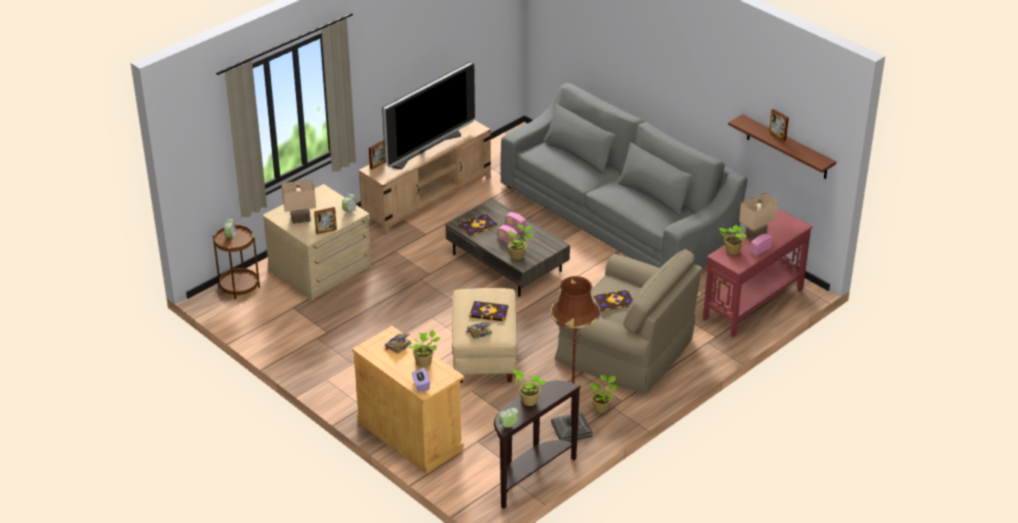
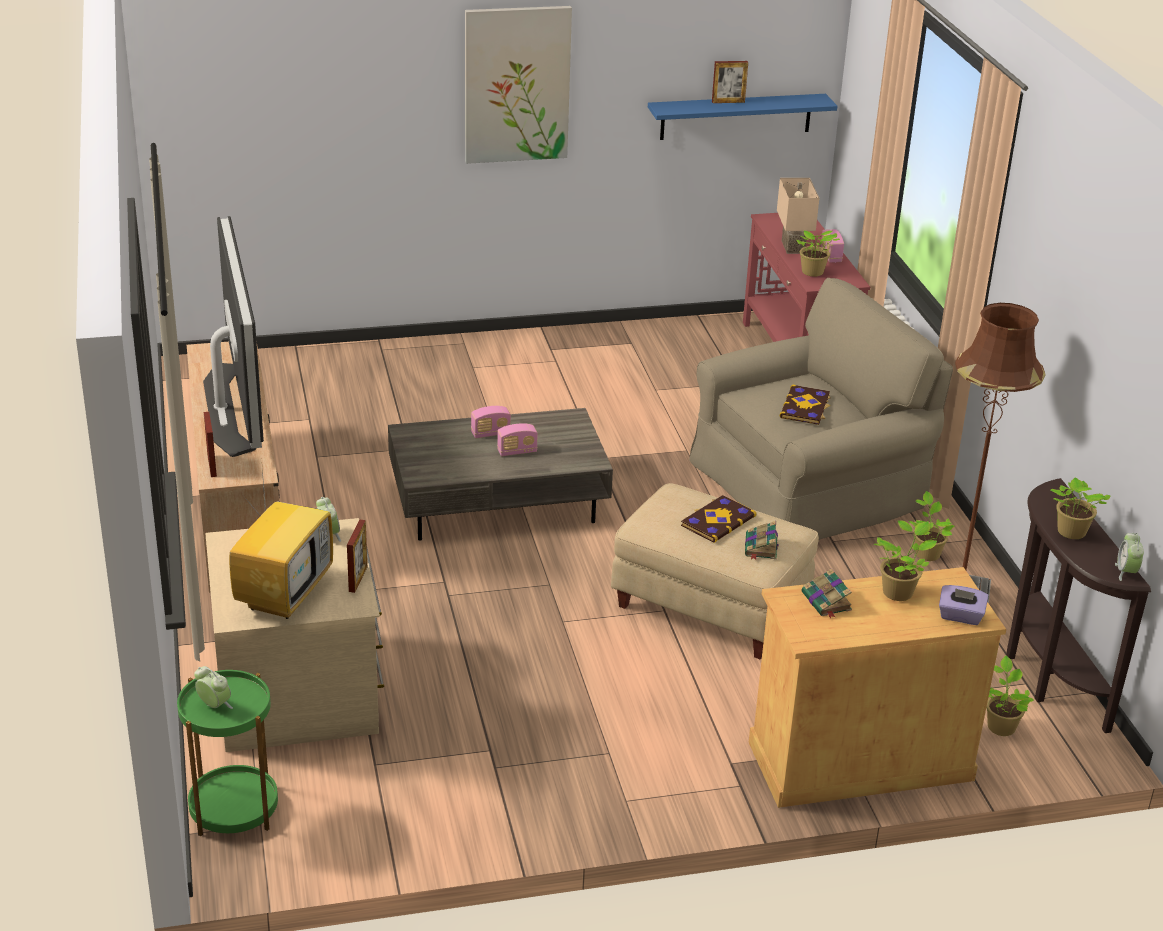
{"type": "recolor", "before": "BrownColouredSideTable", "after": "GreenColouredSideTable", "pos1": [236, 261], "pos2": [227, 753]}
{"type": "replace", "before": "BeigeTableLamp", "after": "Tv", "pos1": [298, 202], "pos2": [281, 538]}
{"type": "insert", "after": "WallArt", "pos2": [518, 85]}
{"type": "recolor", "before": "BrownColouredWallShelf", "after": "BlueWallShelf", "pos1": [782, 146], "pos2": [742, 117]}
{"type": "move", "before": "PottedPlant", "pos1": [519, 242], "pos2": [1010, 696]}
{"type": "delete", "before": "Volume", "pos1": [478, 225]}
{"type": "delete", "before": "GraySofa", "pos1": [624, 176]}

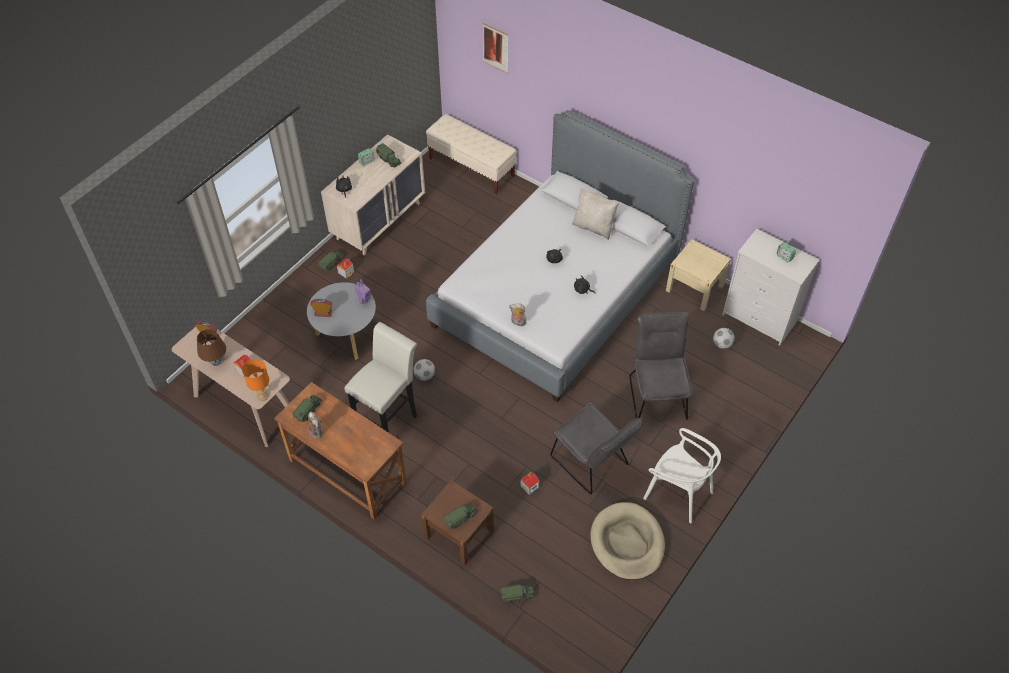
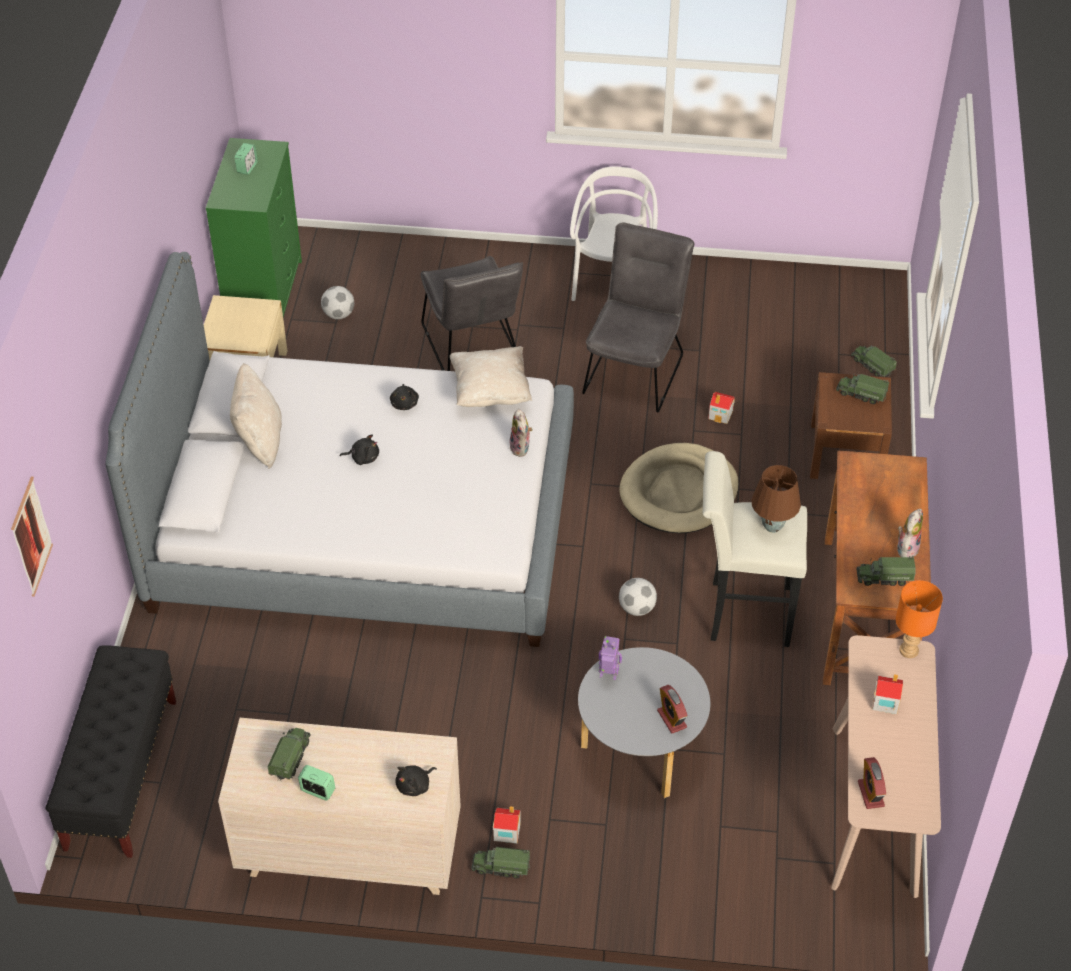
{"type": "recolor", "before": "BeigeLongSeat", "after": "BlackLongSeat", "pos1": [471, 154], "pos2": [111, 751]}
{"type": "recolor", "before": "WhiteColouredChestOfDrawers", "after": "GreenColouredChestOfDrawers", "pos1": [770, 287], "pos2": [254, 227]}
{"type": "rotate", "before": "GrayUprightChair", "pos1": [661, 366], "pos2": [472, 313], "turn": -75}
{"type": "insert", "after": "BeigePillow", "pos2": [491, 376]}
{"type": "move", "before": "BeigePetBed", "pos1": [627, 541], "pos2": [679, 488]}
{"type": "move", "before": "BrownColouredTableLamp", "pos1": [211, 347], "pos2": [776, 499]}

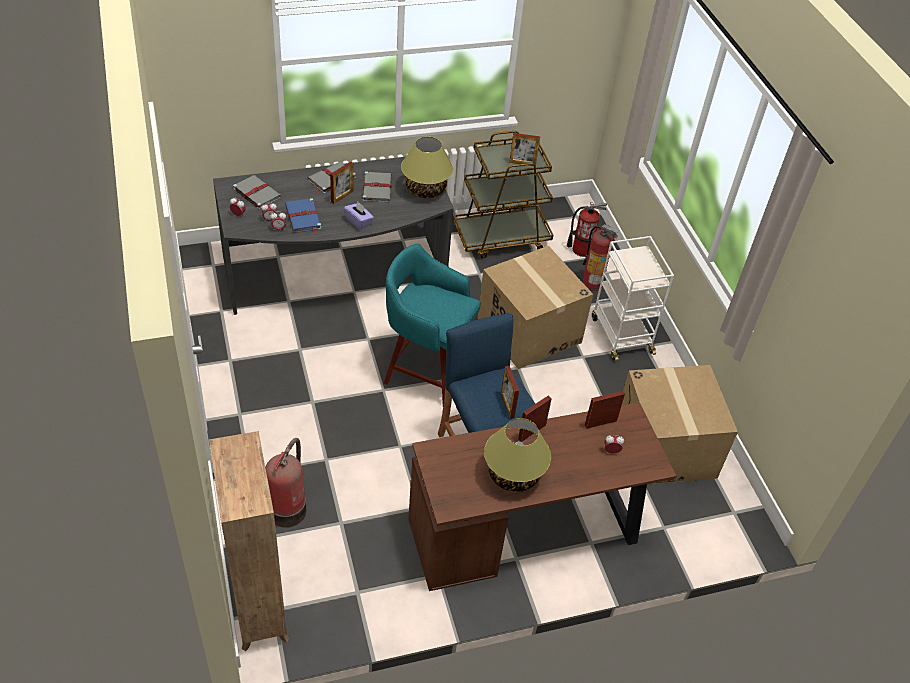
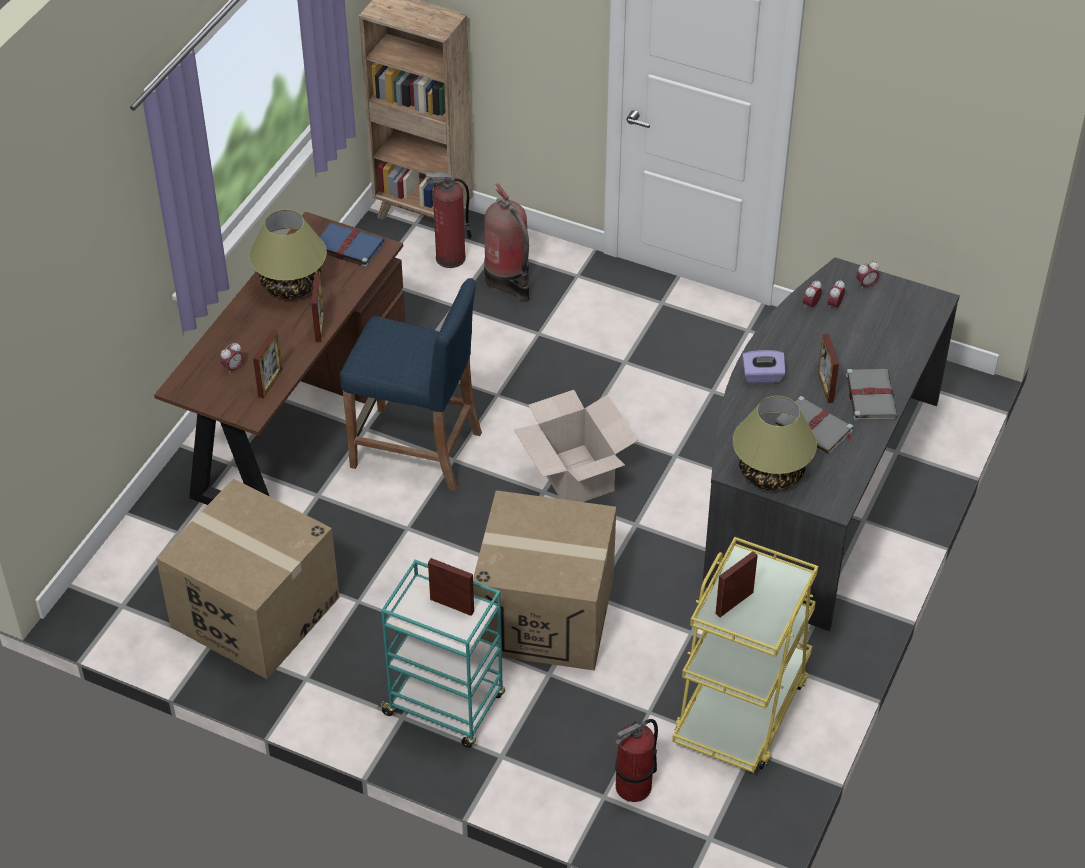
{"type": "move", "before": "BlueVolume", "pos1": [303, 215], "pos2": [352, 245]}
{"type": "recolor", "before": "WhiteColouredTrolley", "after": "BlueGreenTrolley", "pos1": [633, 298], "pos2": [441, 654]}
{"type": "move", "before": "FireFightingCylinder", "pos1": [600, 257], "pos2": [449, 220]}
{"type": "move", "before": "PhotoFrame", "pos1": [510, 392], "pos2": [451, 587]}
{"type": "replace", "before": "BlueGreenStool", "after": "CardboardBox", "pos1": [432, 324], "pos2": [576, 446]}
{"type": "recolor", "before": "BrownColouredTrolley", "after": "YellowTrolley", "pos1": [503, 194], "pos2": [745, 655]}
{"type": "delete", "before": "GrayVolume", "pos1": [257, 192]}

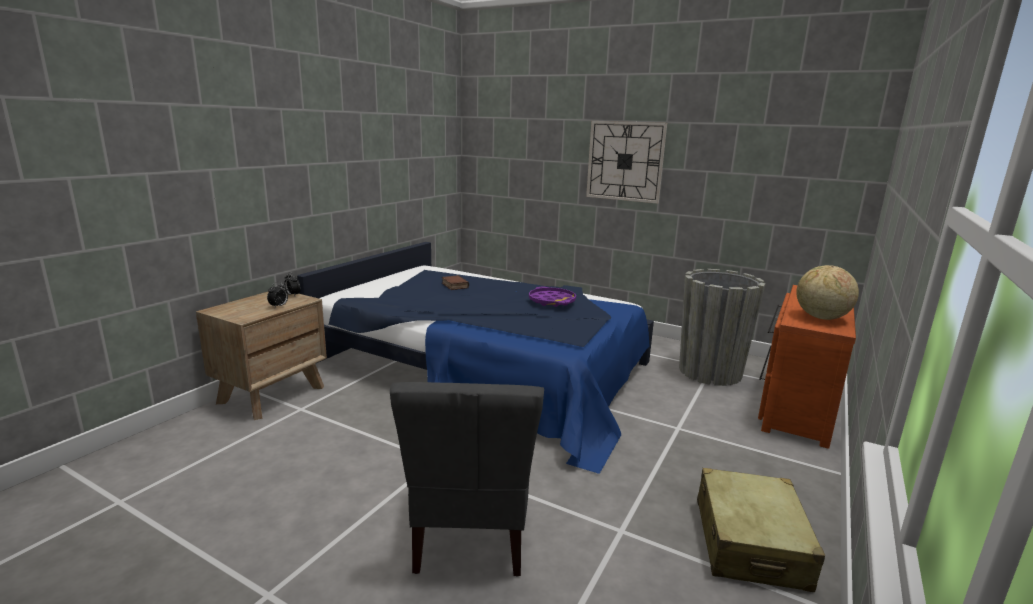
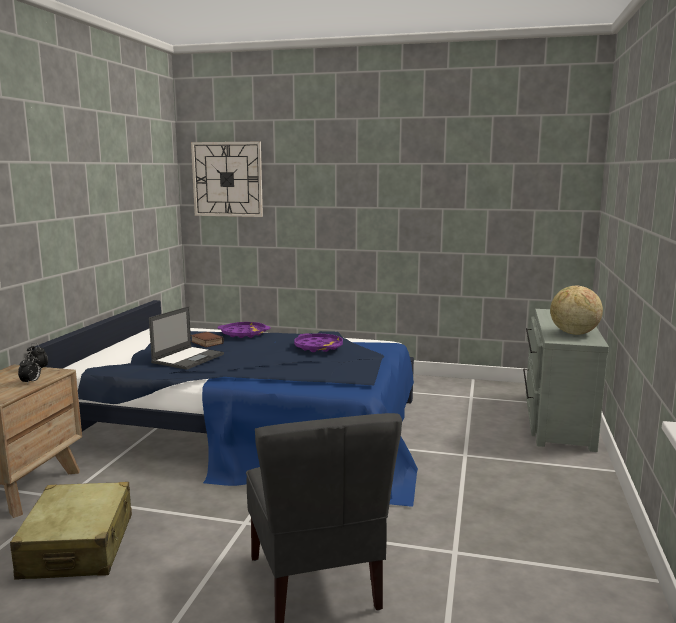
{"type": "move", "before": "BeigePieceOfLuggage", "pos1": [761, 530], "pos2": [71, 531]}
{"type": "insert", "after": "PortableComputer", "pos2": [186, 338]}
{"type": "move", "before": "WallClock", "pos1": [626, 162], "pos2": [227, 179]}
{"type": "insert", "after": "PurpleColouredTray", "pos2": [244, 330]}
{"type": "recolor", "before": "BrownColouredChestOfDrawers", "after": "GrayChestOfDrawers", "pos1": [807, 367], "pos2": [566, 380]}
{"type": "delete", "before": "GrayPlantPot", "pos1": [722, 327]}

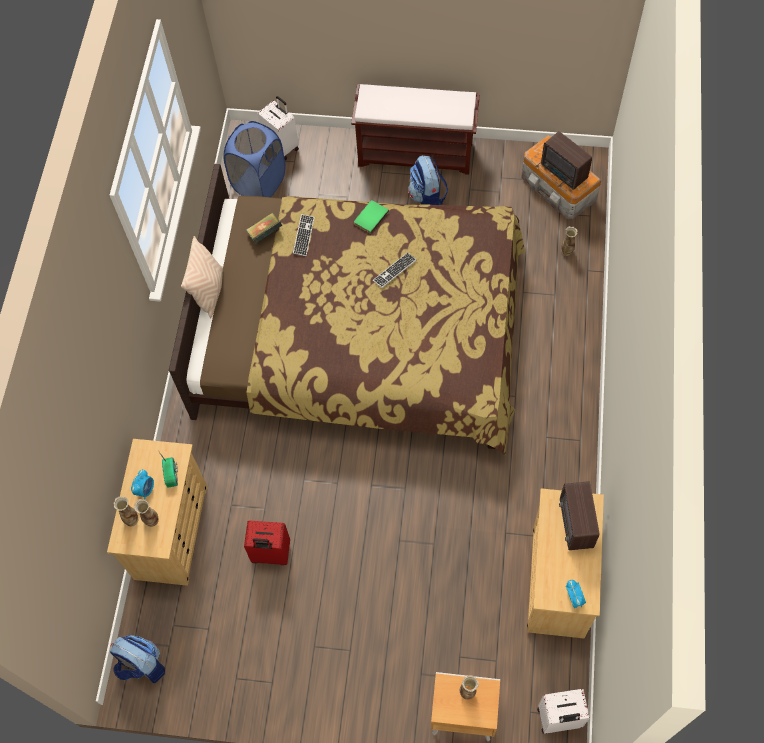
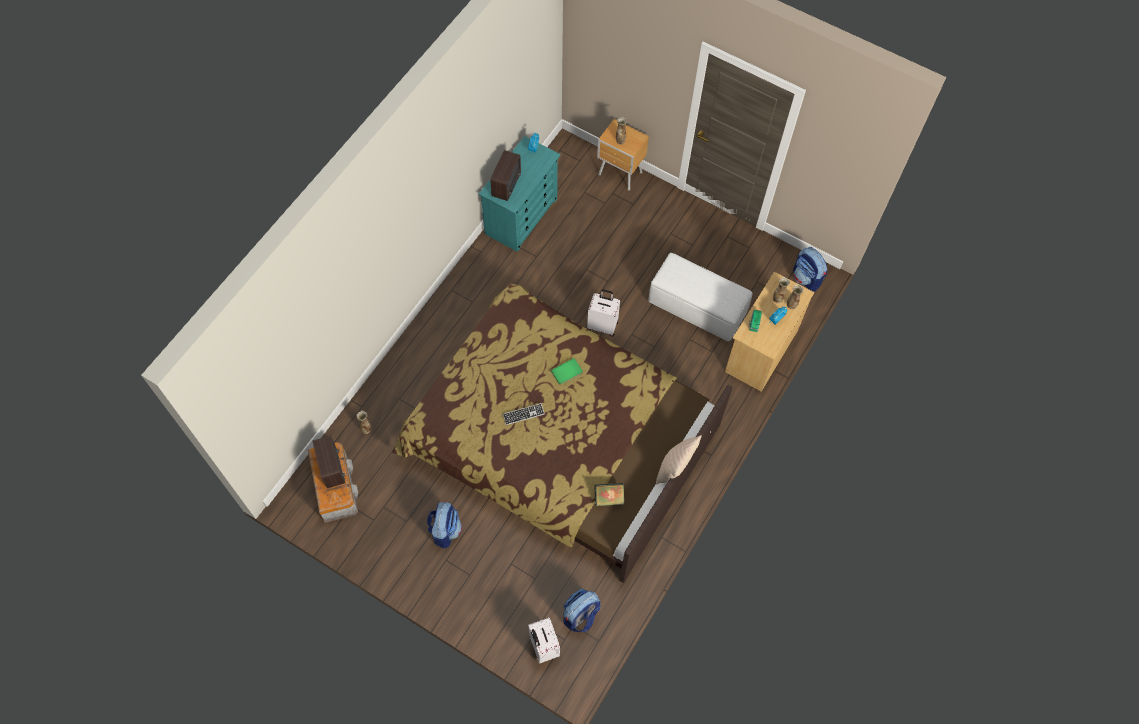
{"type": "recolor", "before": "BeigeChestOfDrawers", "after": "BlueGreenChestOfDrawers", "pos1": [565, 563], "pos2": [519, 194]}
{"type": "move", "before": "GreenColouredVolume", "pos1": [371, 217], "pos2": [567, 371]}
{"type": "replace", "before": "BlueHamper", "after": "Rucksack", "pos1": [254, 159], "pos2": [582, 610]}
{"type": "move", "before": "WhiteColouredPieceOfLuggage", "pos1": [563, 711], "pos2": [603, 312]}
{"type": "replace", "before": "RedPieceOfLuggage", "after": "WhiteColouredPouffe", "pos1": [267, 543], "pos2": [700, 297]}
{"type": "delete", "before": "PcKeyboard", "pos1": [304, 235]}
{"type": "delete", "before": "BrownColouredLongSeat", "pos1": [415, 129]}

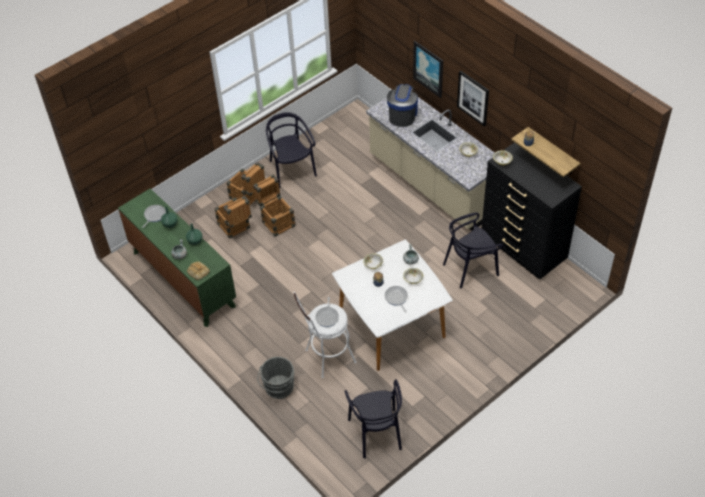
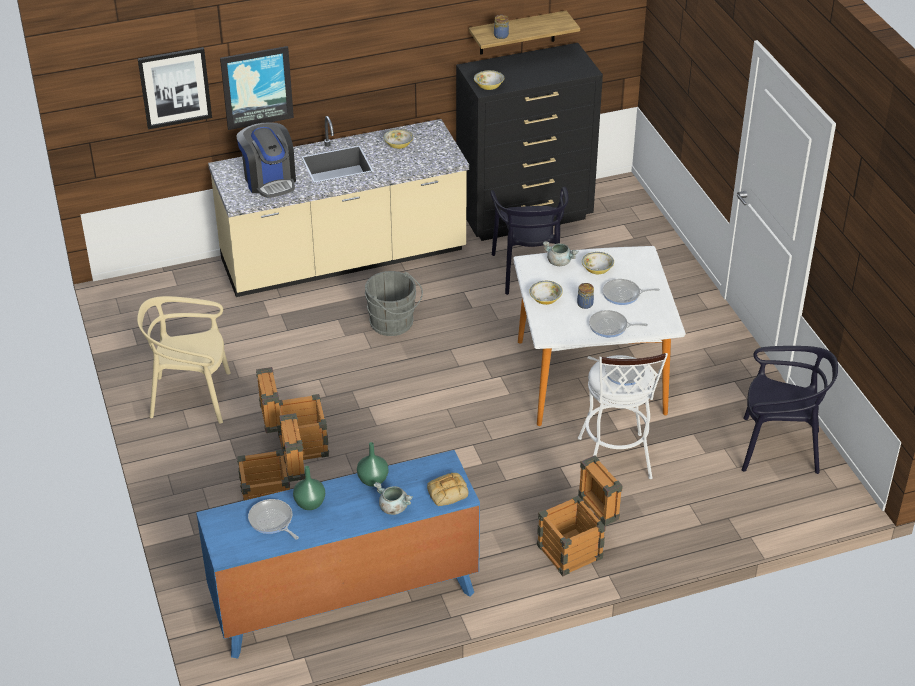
{"type": "recolor", "before": "BlackUprightChair", "after": "BeigeUprightChair", "pos1": [291, 150], "pos2": [184, 360]}
{"type": "move", "before": "WallArt", "pos1": [473, 98], "pos2": [175, 88]}
{"type": "recolor", "before": "GreenColouredChestOfDrawers", "after": "BlueChestOfDrawers", "pos1": [177, 257], "pos2": [338, 554]}
{"type": "rotate", "before": "CoffeeBrewer", "pos1": [402, 105], "pos2": [266, 160], "turn": -150}
{"type": "move", "before": "GrayWaterBucket", "pos1": [276, 378], "pos2": [393, 303]}
{"type": "move", "before": "Crate", "pos1": [245, 183], "pos2": [580, 516]}
{"type": "insert", "after": "FryingPan", "pos2": [618, 324]}

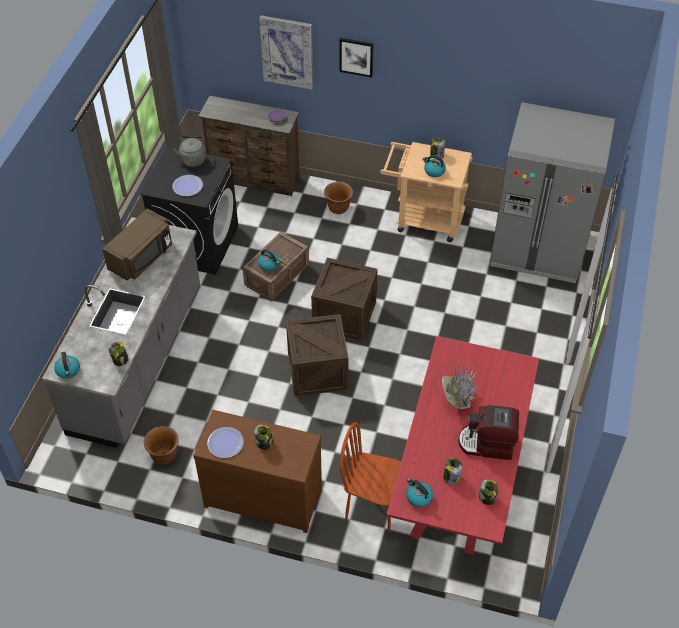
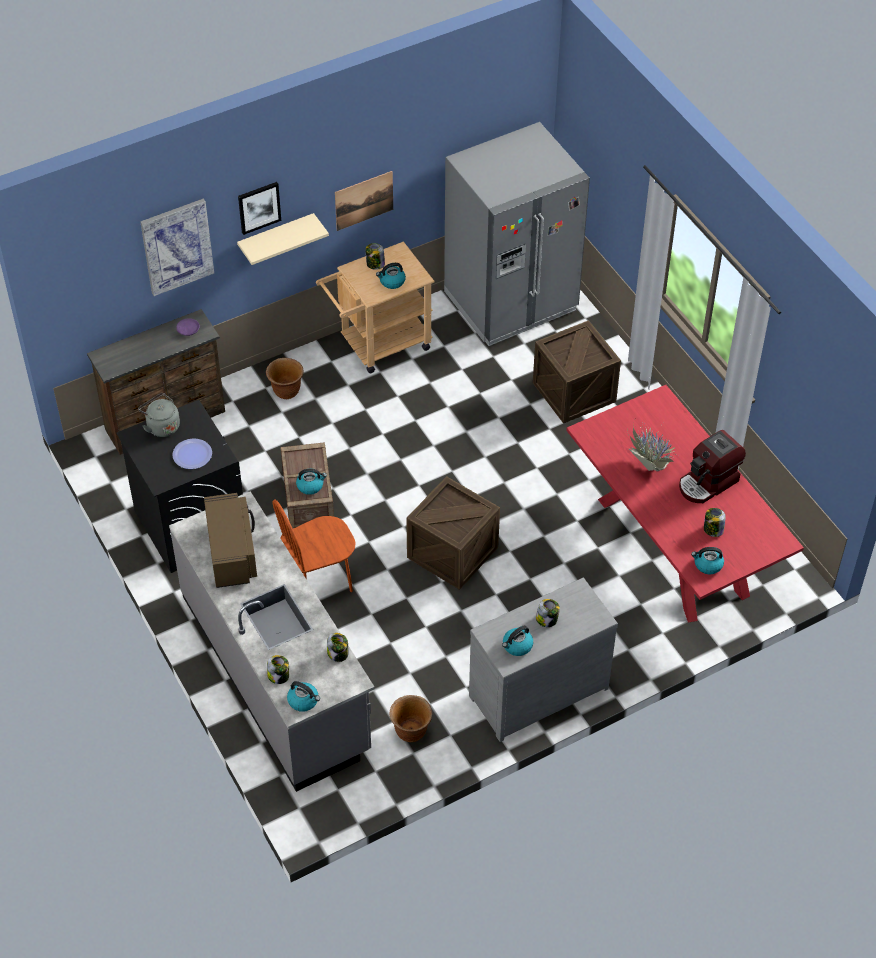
{"type": "insert", "after": "BeigeWallShelf", "pos2": [283, 239]}
{"type": "move", "before": "StorageJar", "pos1": [489, 492], "pos2": [278, 669]}
{"type": "move", "before": "BrownColouredUprightChair", "pos1": [370, 477], "pos2": [314, 546]}
{"type": "insert", "after": "WallArt", "pos2": [364, 201]}
{"type": "recolor", "before": "BrownColouredChestOfDrawers", "after": "GrayChestOfDrawers", "pos1": [257, 471], "pos2": [543, 659]}
{"type": "replace", "before": "DinnerPlate", "after": "TeaKettle", "pos1": [225, 442], "pos2": [517, 641]}
{"type": "move", "before": "Crate", "pos1": [344, 299], "pos2": [577, 372]}

